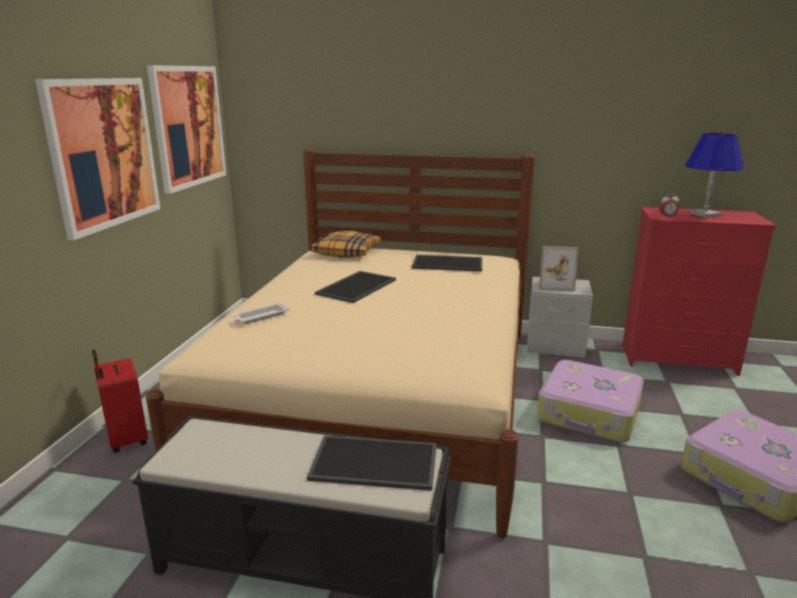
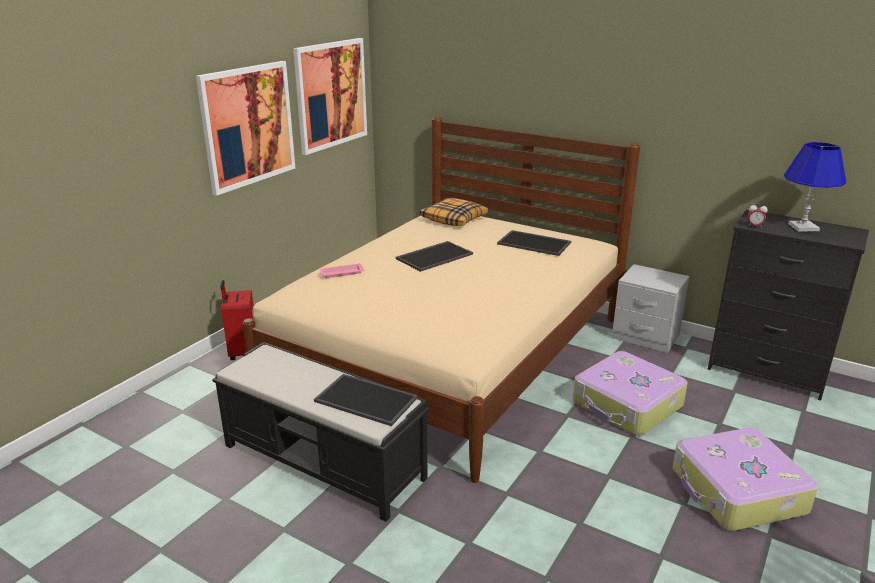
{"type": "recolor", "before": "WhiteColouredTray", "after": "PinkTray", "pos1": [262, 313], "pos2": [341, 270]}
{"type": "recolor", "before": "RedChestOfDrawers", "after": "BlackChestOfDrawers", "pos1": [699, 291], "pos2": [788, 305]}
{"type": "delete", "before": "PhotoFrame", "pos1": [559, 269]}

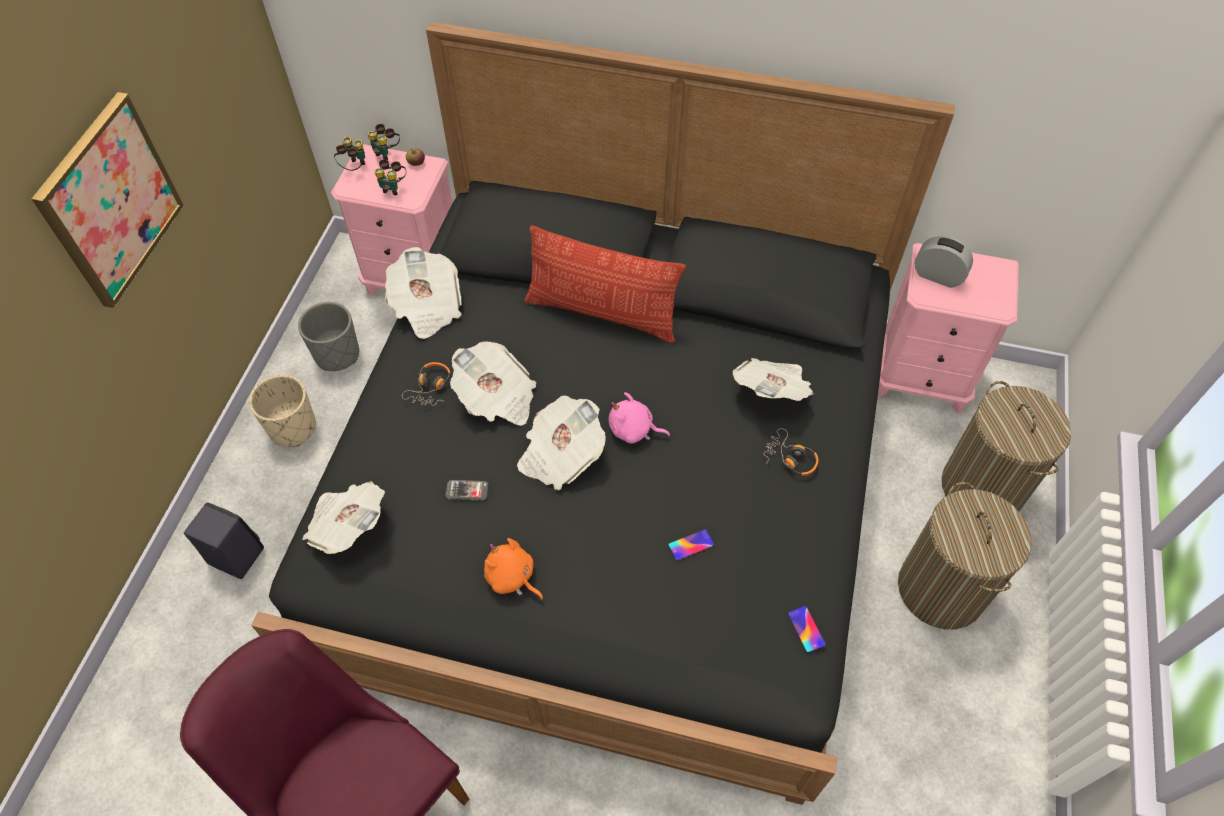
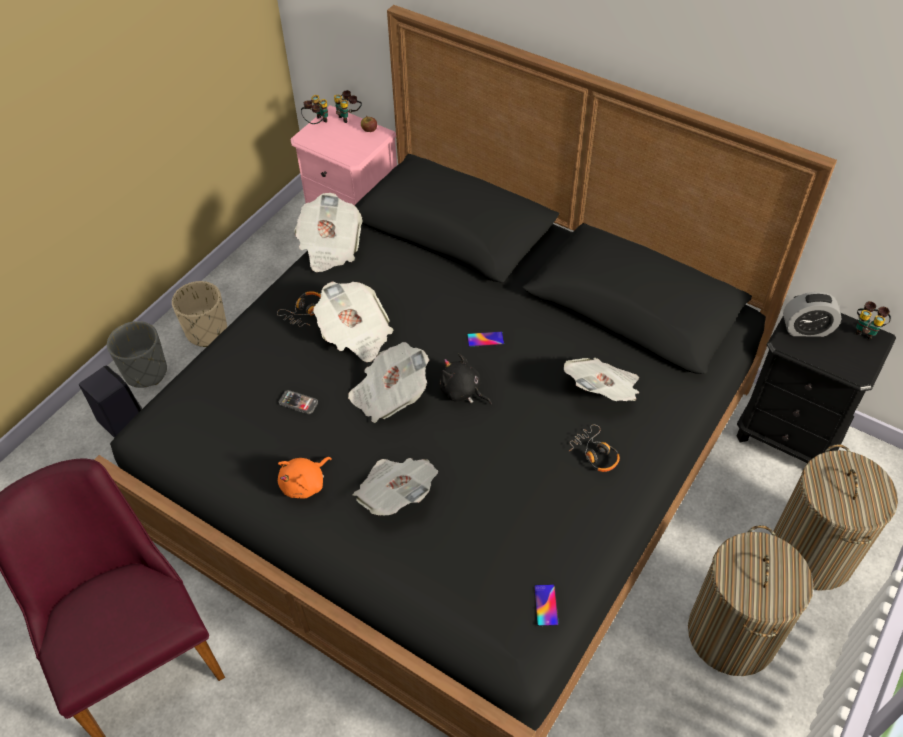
{"type": "move", "before": "GrayPlantPot", "pos1": [328, 336], "pos2": [137, 354]}
{"type": "rotate", "before": "OrangeColouredSoftToy", "pos1": [513, 569], "pos2": [304, 478], "turn": -105}
{"type": "move", "before": "Newspaper", "pos1": [343, 517], "pos2": [395, 486]}
{"type": "recolor", "before": "PinkSoftToy", "after": "BlackSoftToy", "pos1": [639, 417], "pos2": [465, 379]}
{"type": "move", "before": "Telephone", "pos1": [691, 545], "pos2": [485, 339]}
{"type": "recolor", "before": "PinkNightstand", "after": "BlackNightstand", "pos1": [948, 328], "pos2": [816, 379]}
{"type": "rotate", "before": "TableClock", "pos1": [944, 262], "pos2": [812, 314], "turn": 135}
{"type": "move", "before": "Binoculars", "pos1": [390, 177], "pos2": [873, 320]}
{"type": "delete", "before": "WallArt", "pos1": [108, 200]}
{"type": "delete", "before": "Pillow", "pos1": [605, 284]}

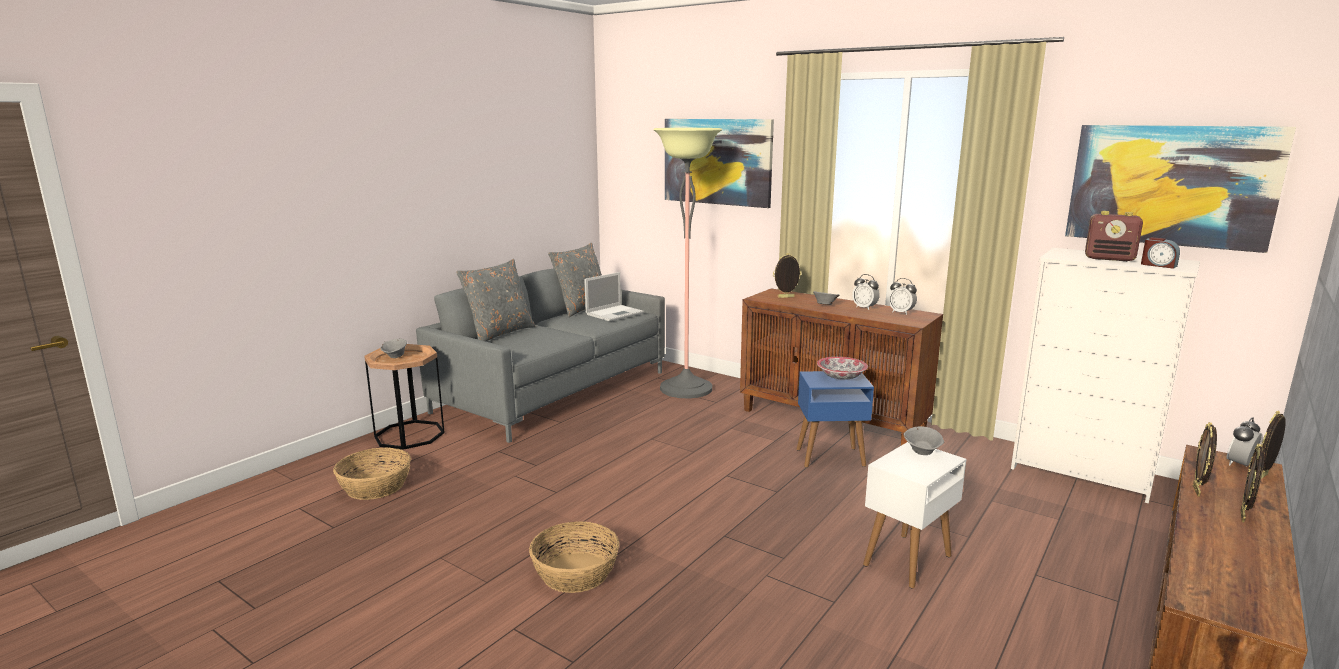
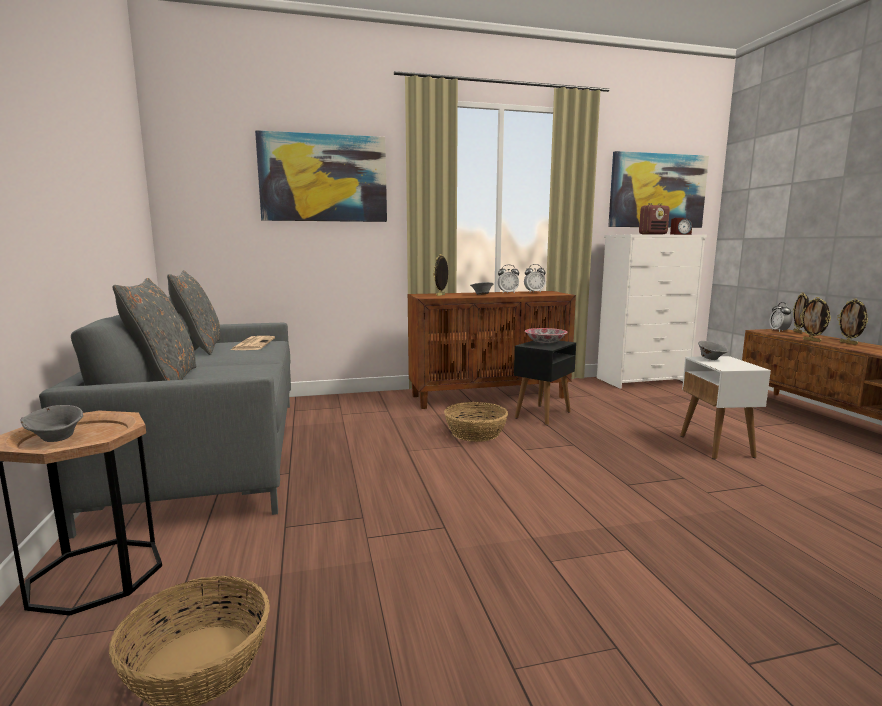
{"type": "replace", "before": "PortableComputer", "after": "Newspaper", "pos1": [614, 296], "pos2": [253, 343]}
{"type": "move", "before": "StorageBasket", "pos1": [574, 557], "pos2": [476, 422]}
{"type": "recolor", "before": "BlueSideTable", "after": "BlackSideTable", "pos1": [835, 419], "pos2": [545, 382]}
{"type": "delete", "before": "StandardLamp", "pos1": [687, 263]}

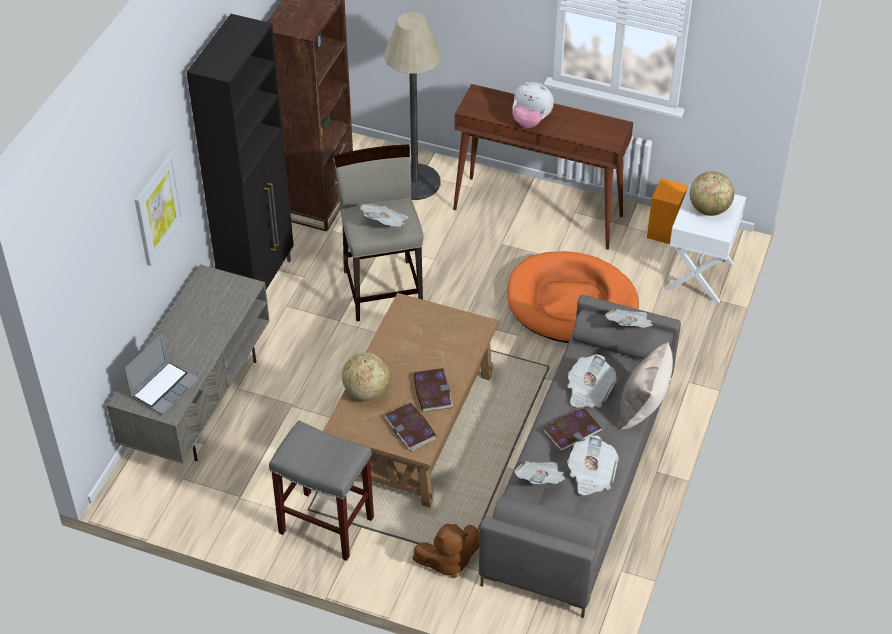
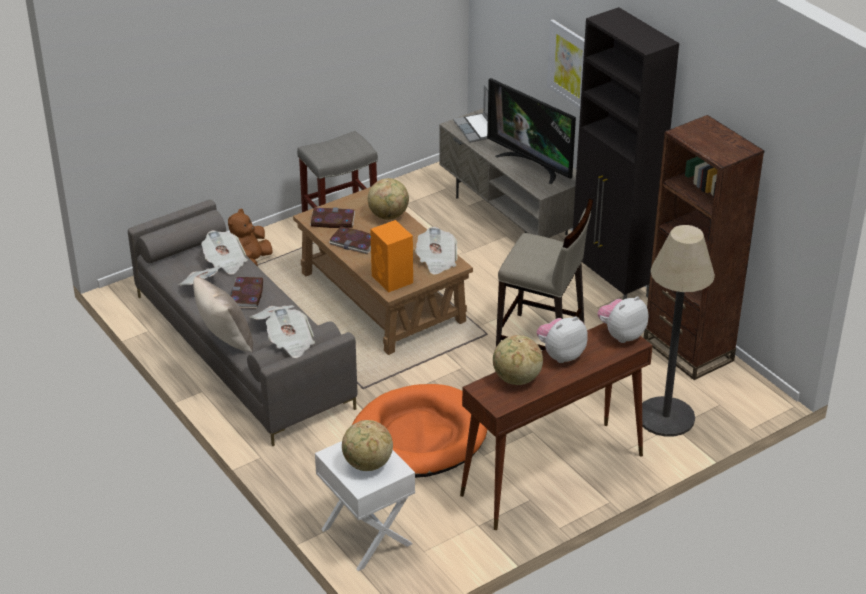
{"type": "move", "before": "OrangeColouredLoudspeaker", "pos1": [667, 211], "pos2": [391, 256]}
{"type": "move", "before": "Newspaper", "pos1": [384, 215], "pos2": [436, 251]}
{"type": "insert", "after": "Tv", "pos2": [531, 131]}
{"type": "insert", "after": "DeskGlobe", "pos2": [518, 360]}
{"type": "insert", "after": "SoftToy", "pos2": [622, 319]}

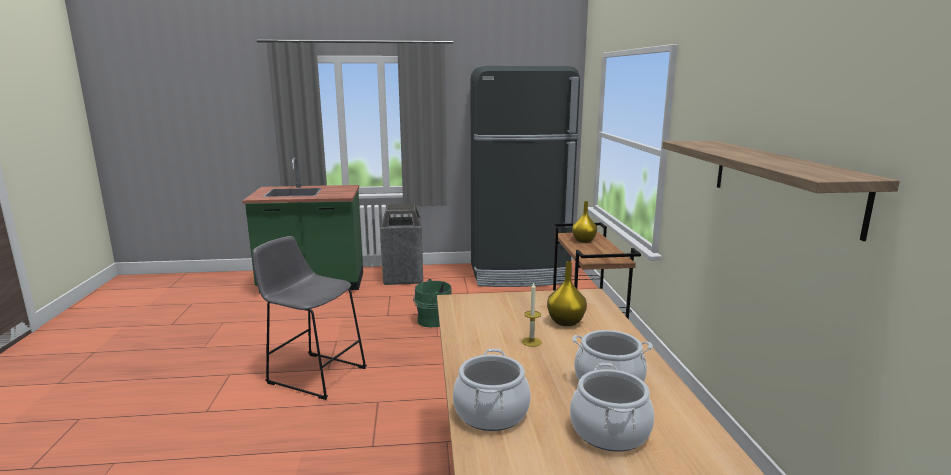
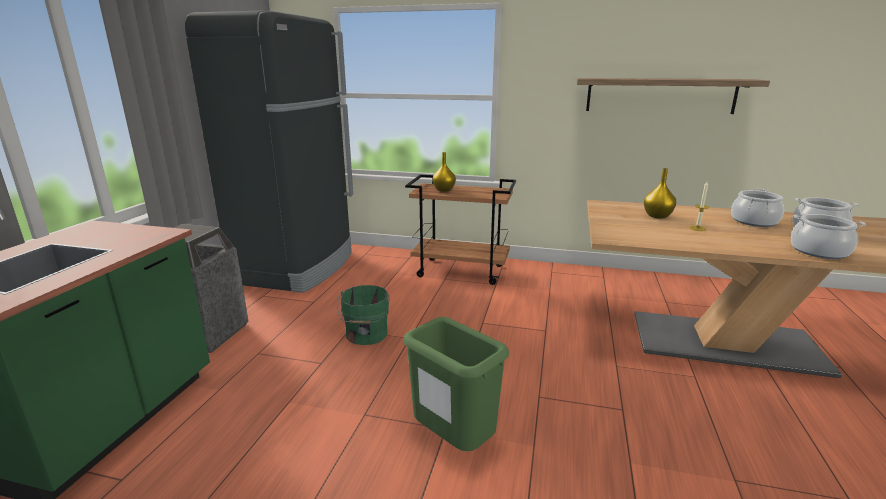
{"type": "replace", "before": "GrayStool", "after": "GreenColouredRubbishBin", "pos1": [309, 318], "pos2": [456, 384]}

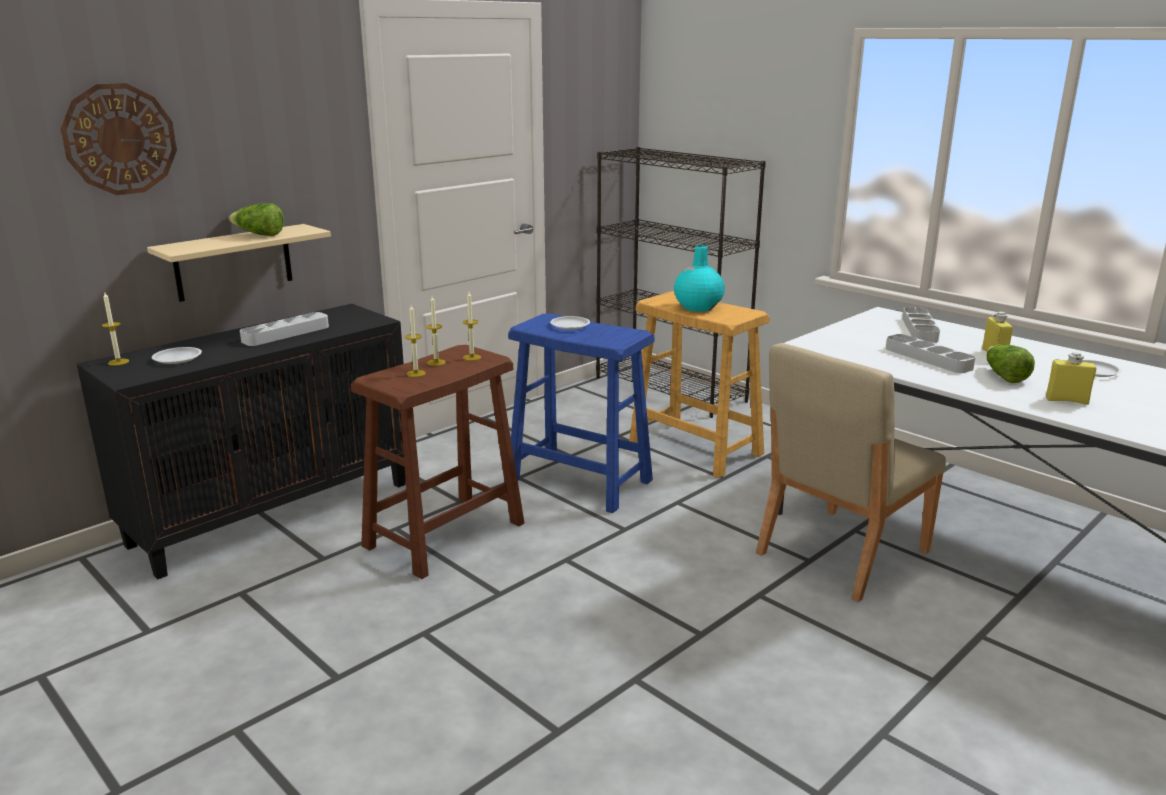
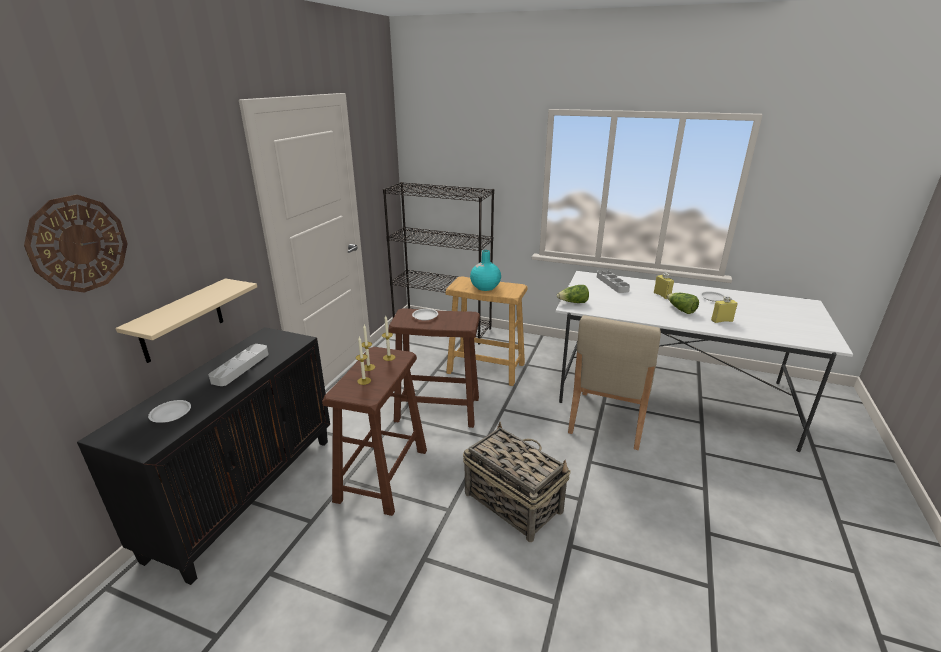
{"type": "recolor", "before": "BlueStool", "after": "BrownColouredStool", "pos1": [581, 413], "pos2": [434, 368]}
{"type": "insert", "after": "StorageBasket", "pos2": [517, 482]}
{"type": "move", "before": "HeadOfLettuce", "pos1": [256, 219], "pos2": [573, 294]}
{"type": "delete", "before": "Candle", "pos1": [115, 329]}
{"type": "delete", "before": "GrayTray", "pos1": [931, 353]}

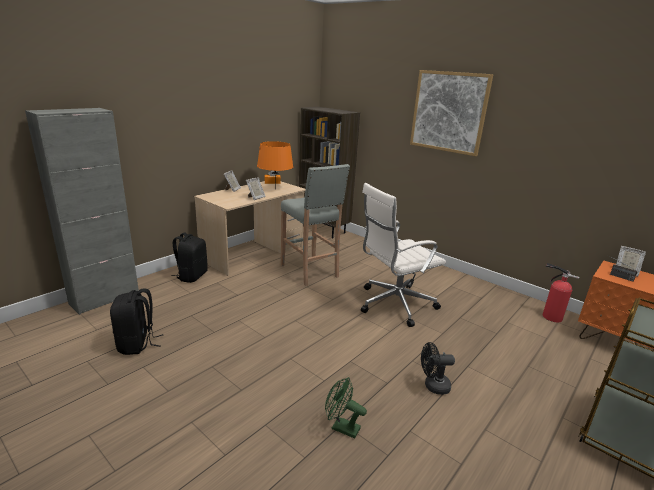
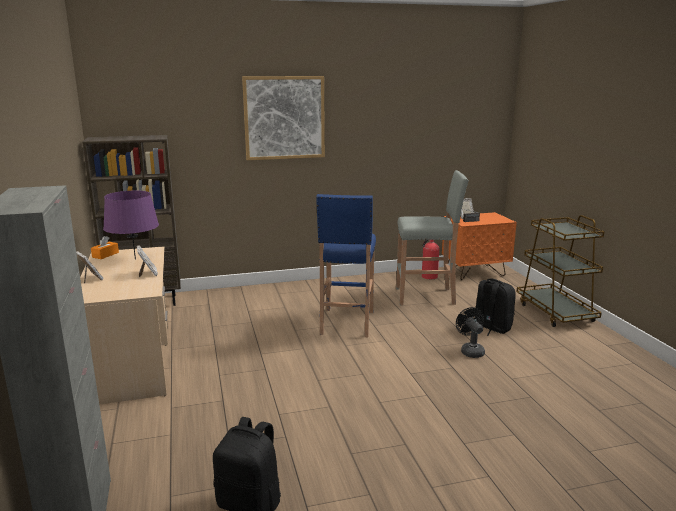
{"type": "recolor", "before": "OrangeColouredTableLamp", "after": "PurpleColouredTableLamp", "pos1": [275, 165], "pos2": [131, 225]}
{"type": "replace", "before": "WhiteColouredOfficeChair", "after": "BlueStool", "pos1": [403, 255], "pos2": [346, 265]}
{"type": "move", "before": "GrayStool", "pos1": [315, 225], "pos2": [432, 237]}
{"type": "rotate", "before": "BlackFan", "pos1": [438, 368], "pos2": [470, 332], "turn": 135}
{"type": "move", "before": "BlackRucksack", "pos1": [190, 258], "pos2": [495, 307]}
{"type": "delete", "before": "GreenColouredFan", "pos1": [346, 408]}

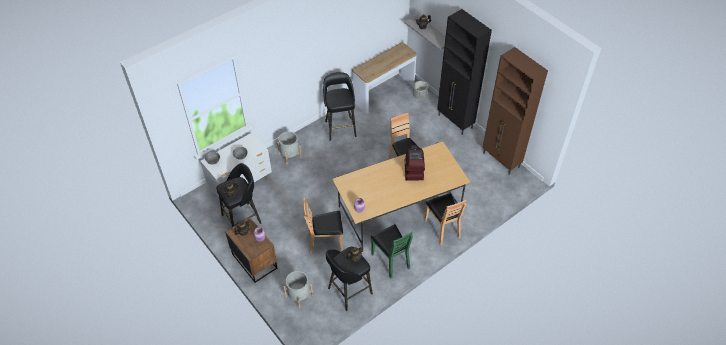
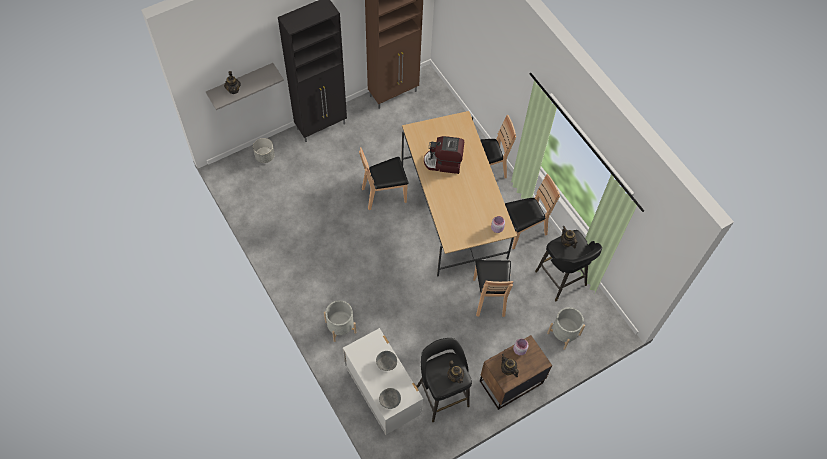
{"type": "recolor", "before": "GreenColouredUprightChair", "after": "BrownColouredUprightChair", "pos1": [392, 251], "pos2": [532, 211]}
{"type": "delete", "before": "BlackStool", "pos1": [339, 106]}
{"type": "delete", "before": "NarrowTable", "pos1": [384, 77]}

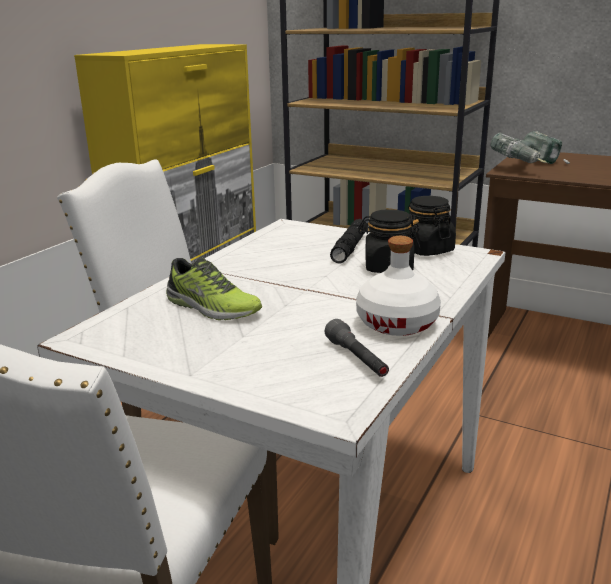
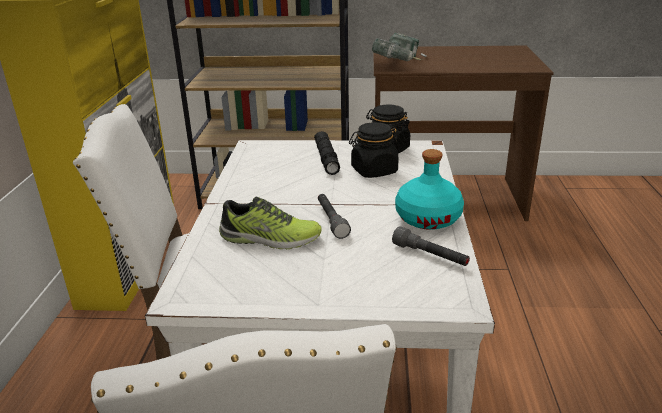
{"type": "insert", "after": "GrayFlashlight", "pos2": [334, 216]}
{"type": "recolor", "before": "WhiteColouredBeverageBottle", "after": "BlueGreenBeverageBottle", "pos1": [398, 286], "pos2": [429, 189]}

